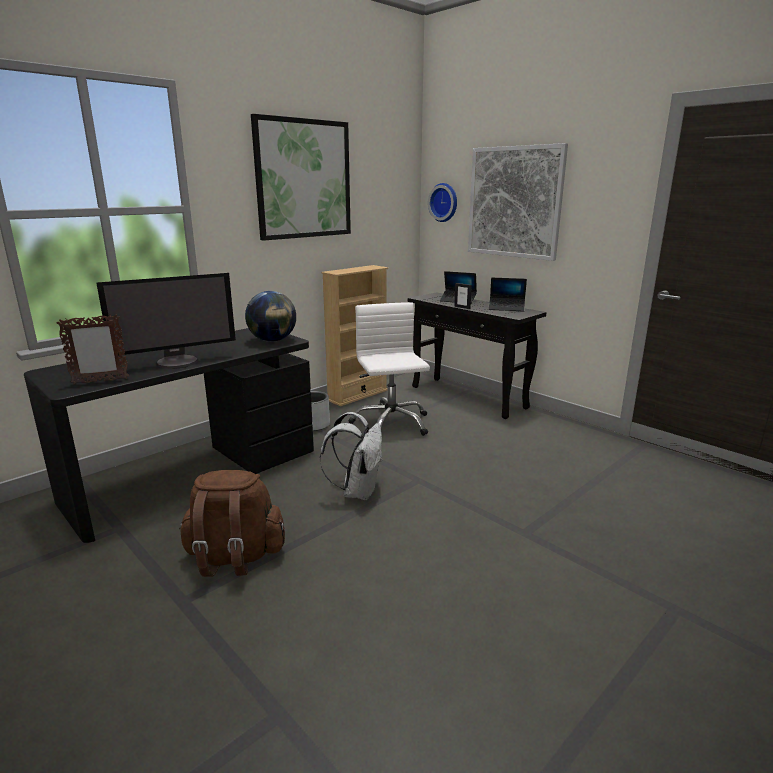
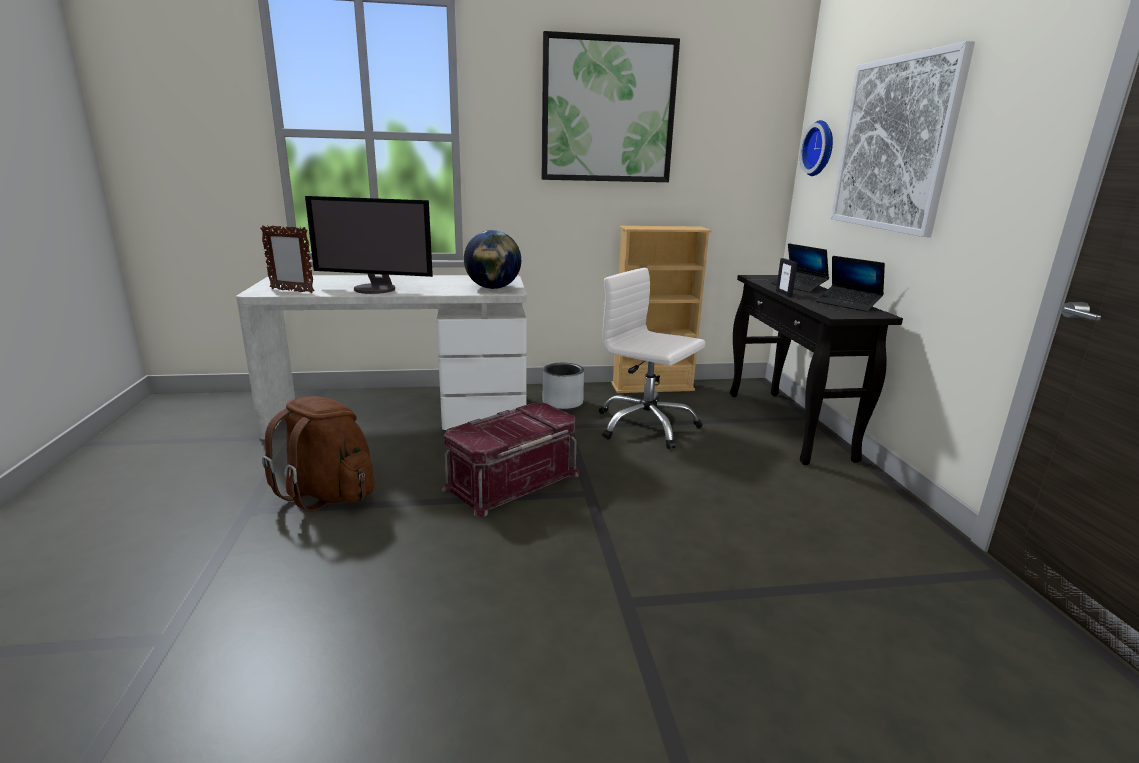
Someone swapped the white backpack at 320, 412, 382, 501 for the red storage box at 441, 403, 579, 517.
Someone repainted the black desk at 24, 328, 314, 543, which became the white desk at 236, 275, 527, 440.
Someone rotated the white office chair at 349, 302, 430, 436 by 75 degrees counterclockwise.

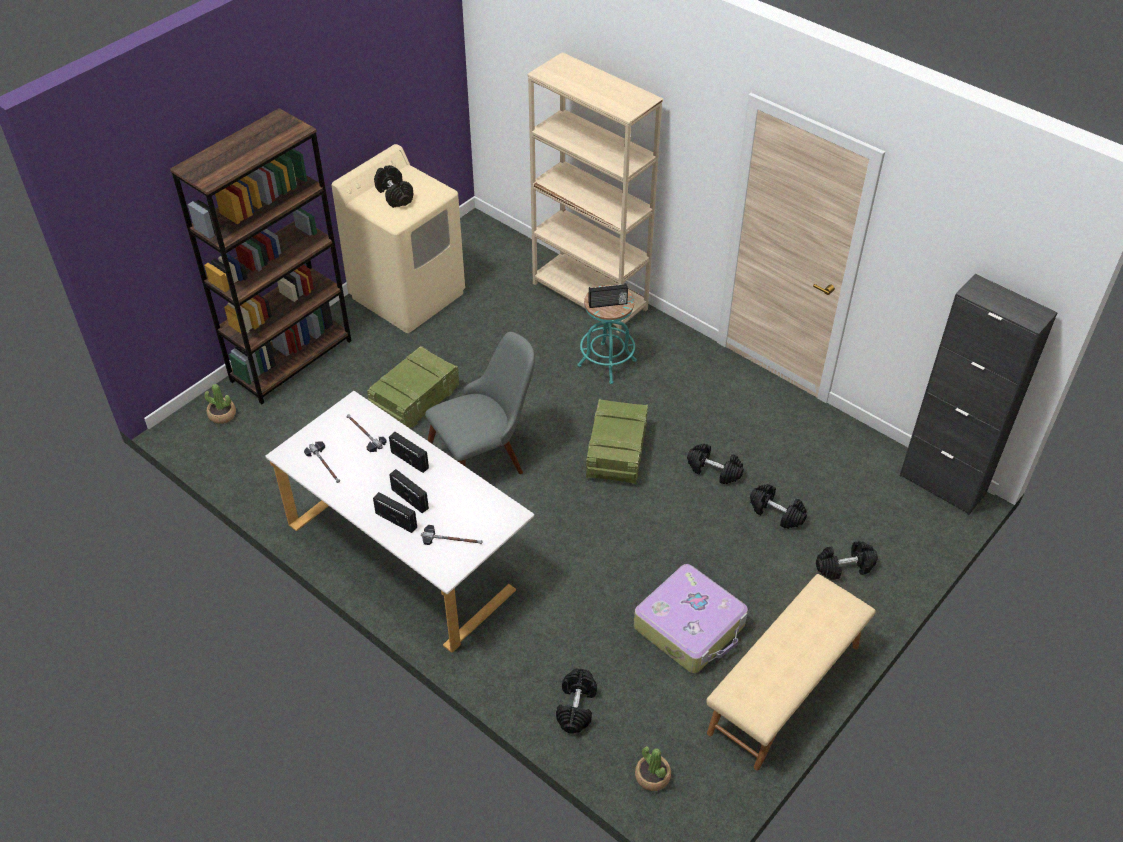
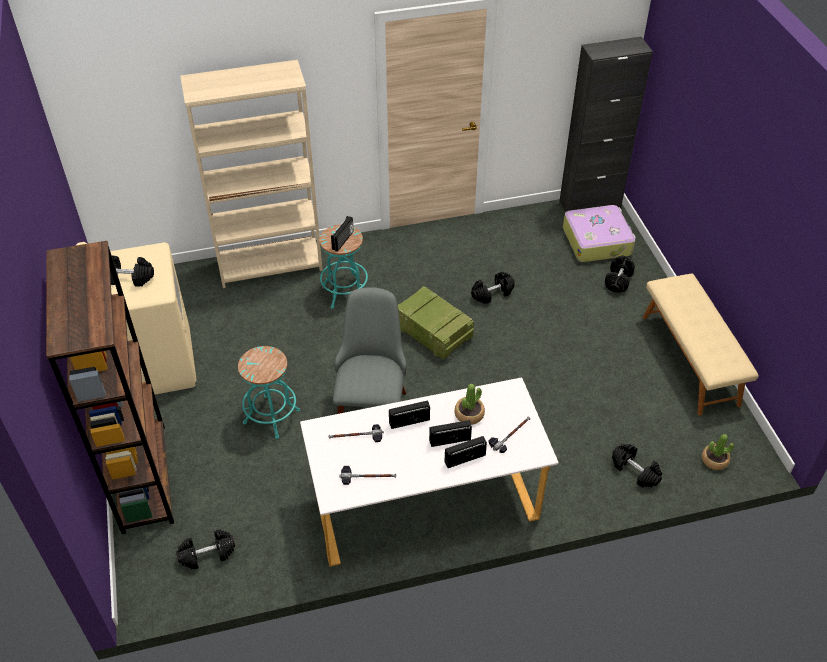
Someone carried the potted plant from 204, 384, 236, 424 to 455, 384, 485, 425.
Someone carried the suitcase from 634, 564, 748, 673 to 563, 205, 636, 262.
Someone carried the black dumbbell from 750, 484, 807, 529 to 176, 529, 235, 570.
Someone swapped the crate at 367, 346, 459, 428 for the turquoise stool at 238, 346, 300, 439.

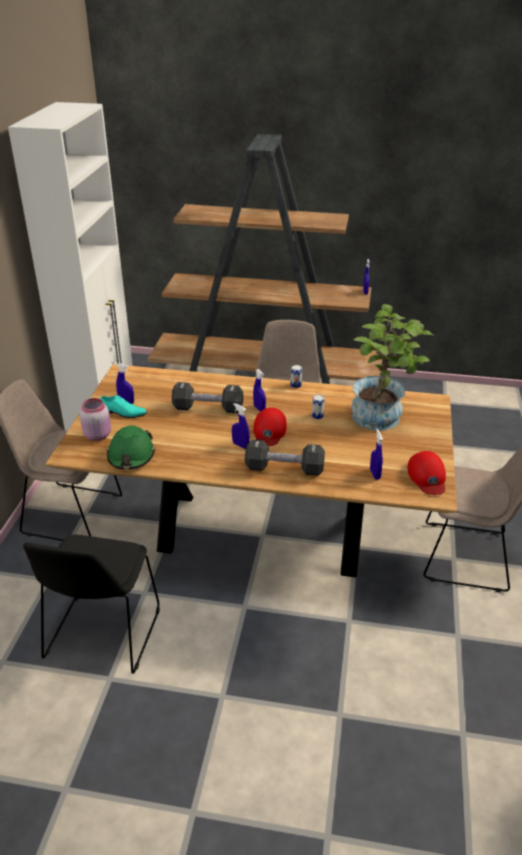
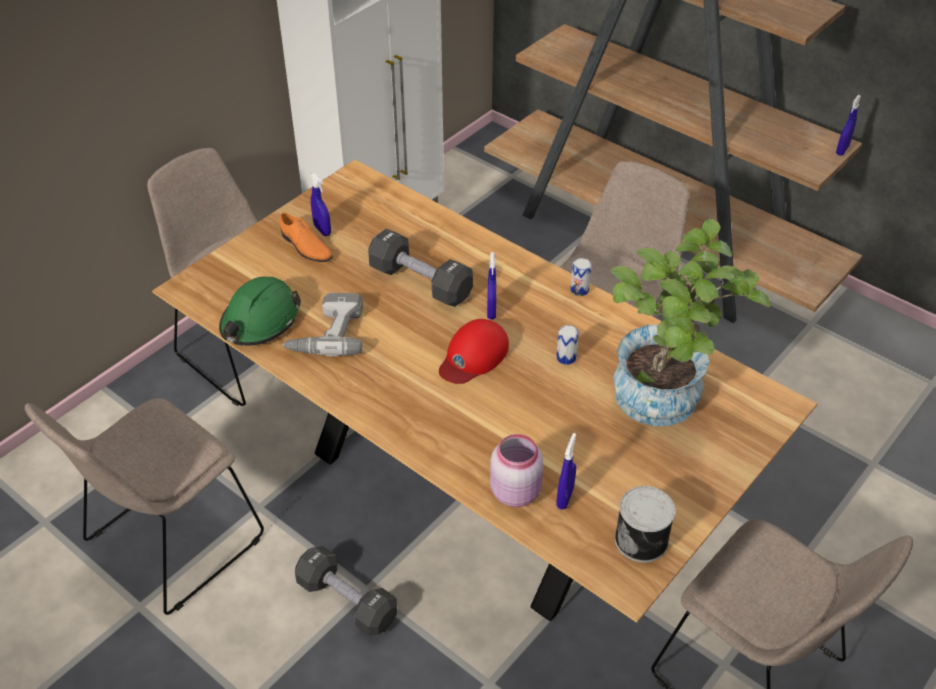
Someone took away the blue spray bottle at 232, 403, 250, 449.
Someone put down the power drill at 282, 293, 363, 357.
Someone carried the pink jar from 79, 398, 111, 441 to 490, 434, 544, 507.
Someone carried the black dumbbell from 245, 440, 325, 476 to 295, 546, 397, 636.
Someone swapped the red cap at 407, 451, 446, 495 for the can at 615, 486, 675, 563.
Someone repainted the black chair at 23, 535, 160, 674, which became the beige chair at 25, 398, 264, 615.
Someone repainted the turquoise shoe at 101, 395, 147, 418, which became the orange shoe at 279, 213, 333, 262.

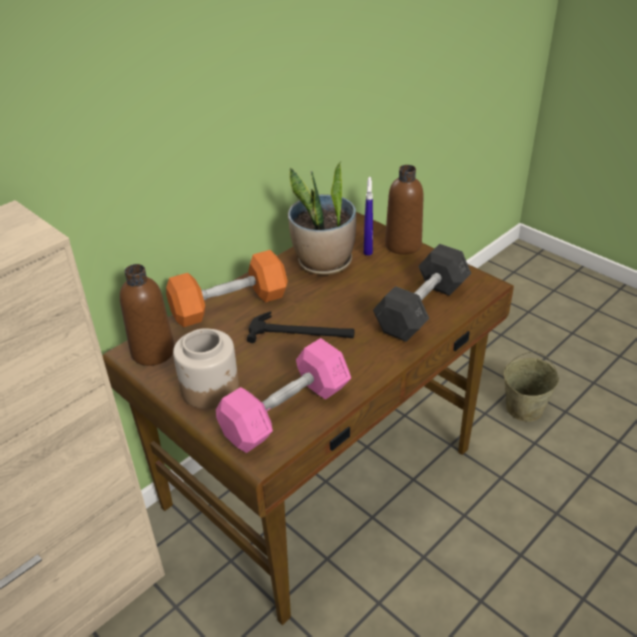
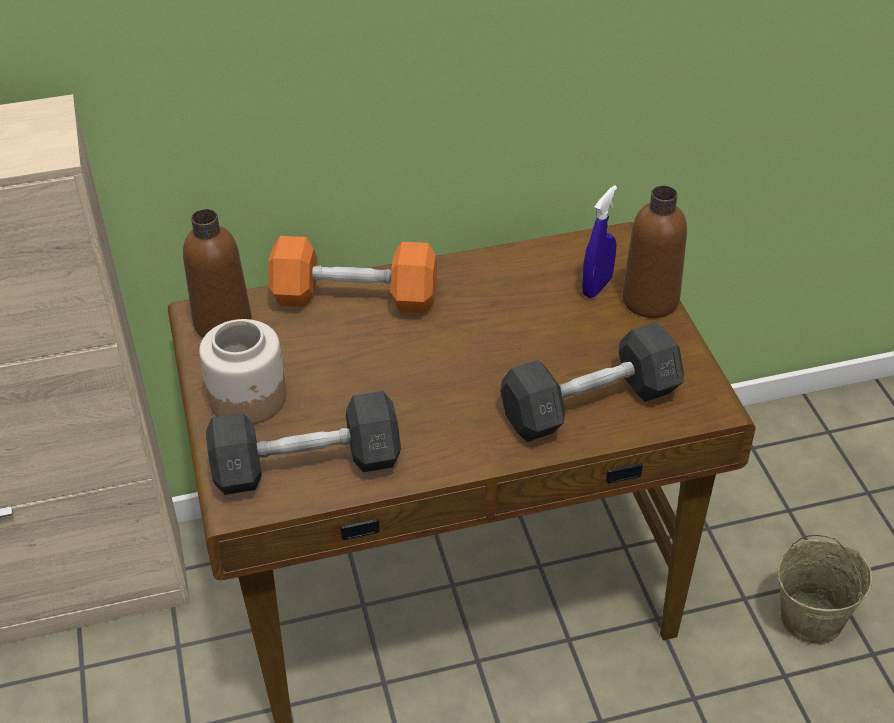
Someone took away the hammer at 247, 312, 355, 343.
Someone took away the potted plant at 288, 161, 356, 275.
Someone repainted the pink dumbbell at 216, 338, 351, 453, which became the grey dumbbell at 206, 391, 401, 495.

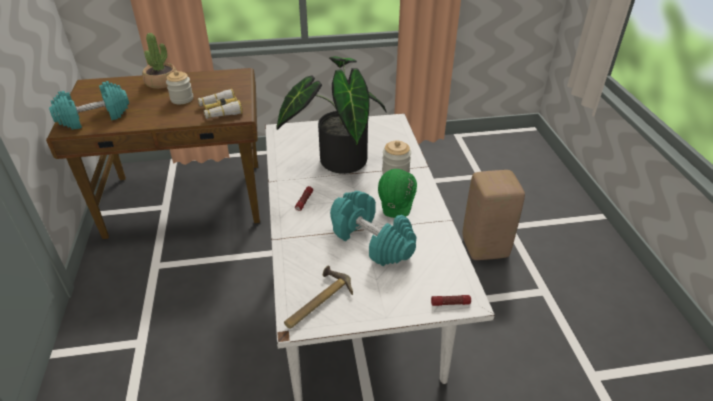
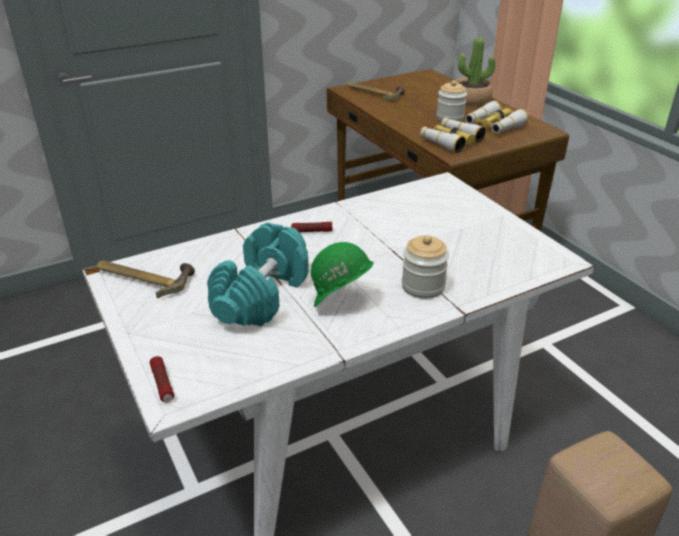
Someone took away the potted plant at 276, 56, 387, 174.
Someone put down the binoculars at 465, 101, 528, 133.
Someone swapped the turquoise dumbbell at 49, 81, 129, 130 for the hammer at 348, 82, 405, 100.

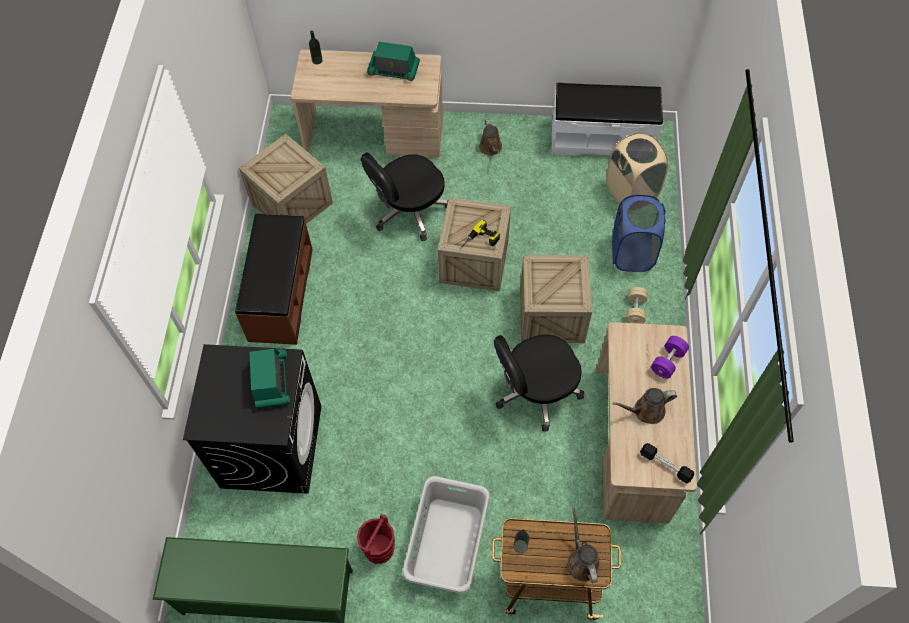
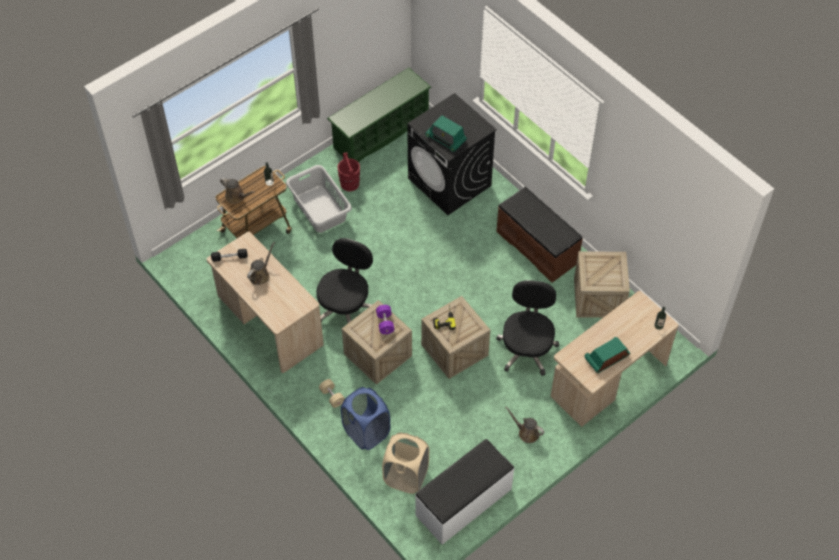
Someone carried the purple dumbbell from 651, 336, 689, 378 to 376, 305, 394, 334.

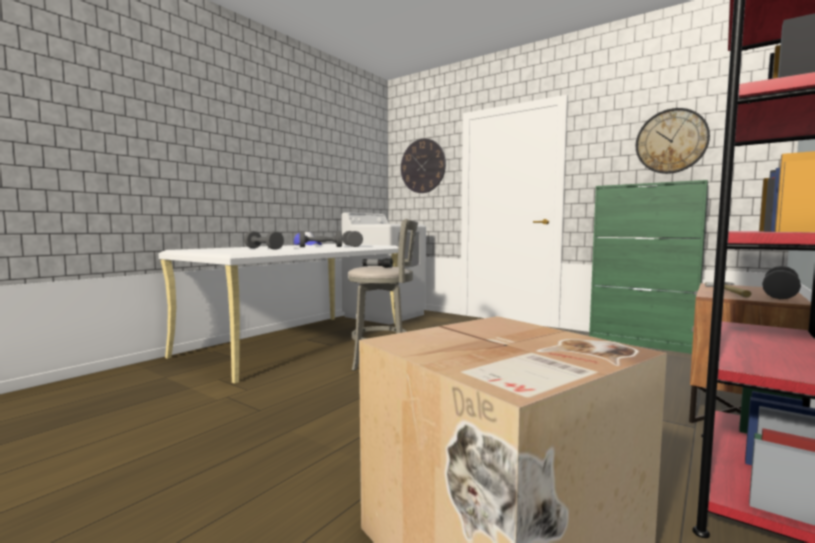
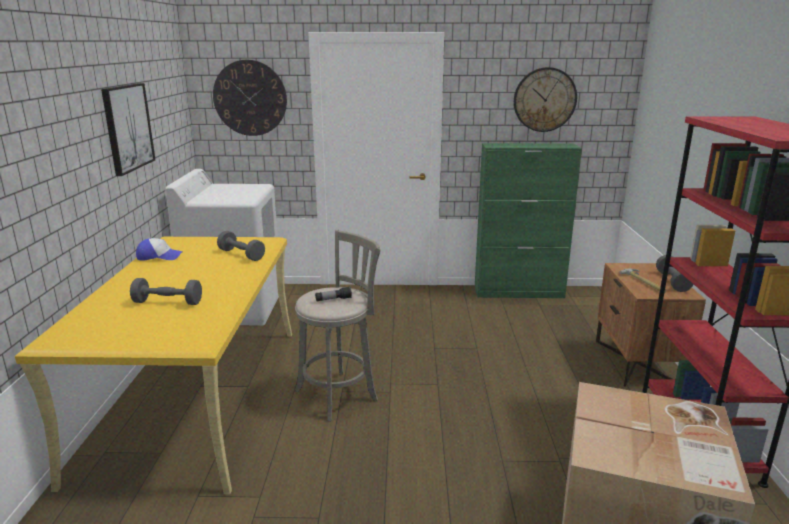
Someone took away the grey dumbbell at 299, 231, 342, 247.
Someone put up the picture at 101, 83, 155, 176.
Someone repainted the white desk at 159, 244, 398, 384, which became the yellow desk at 15, 237, 292, 494.

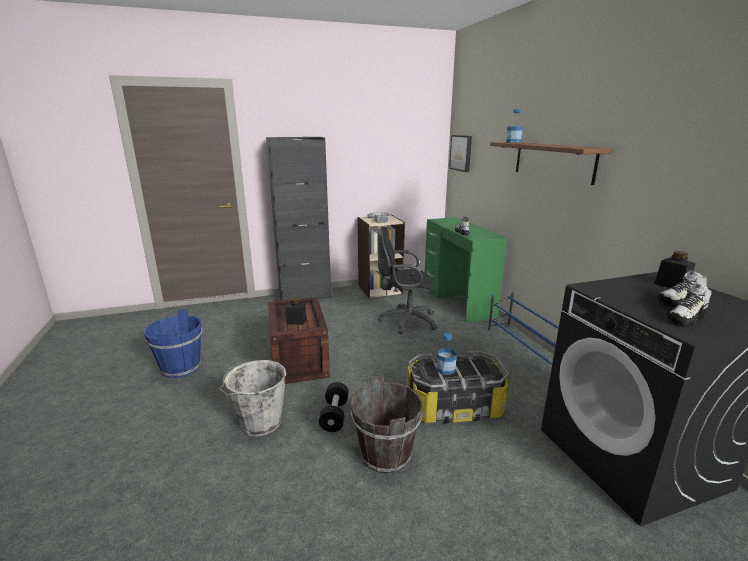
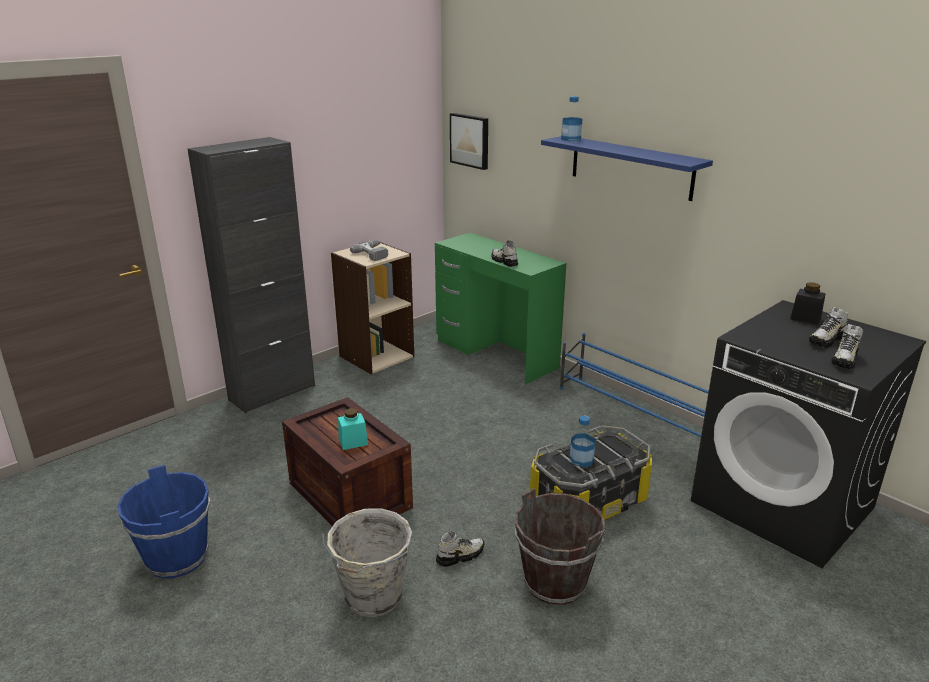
Someone took away the black office chair at 378, 226, 437, 334.
Someone swapped the black dumbbell at 319, 382, 348, 432 for the shoe at 436, 531, 485, 567.
Someone repainted the black jar at 286, 297, 307, 325, which became the turquoise jar at 338, 408, 368, 450.
Someone repainted the brown shelf at 490, 142, 612, 185, which became the blue shelf at 541, 136, 713, 201.

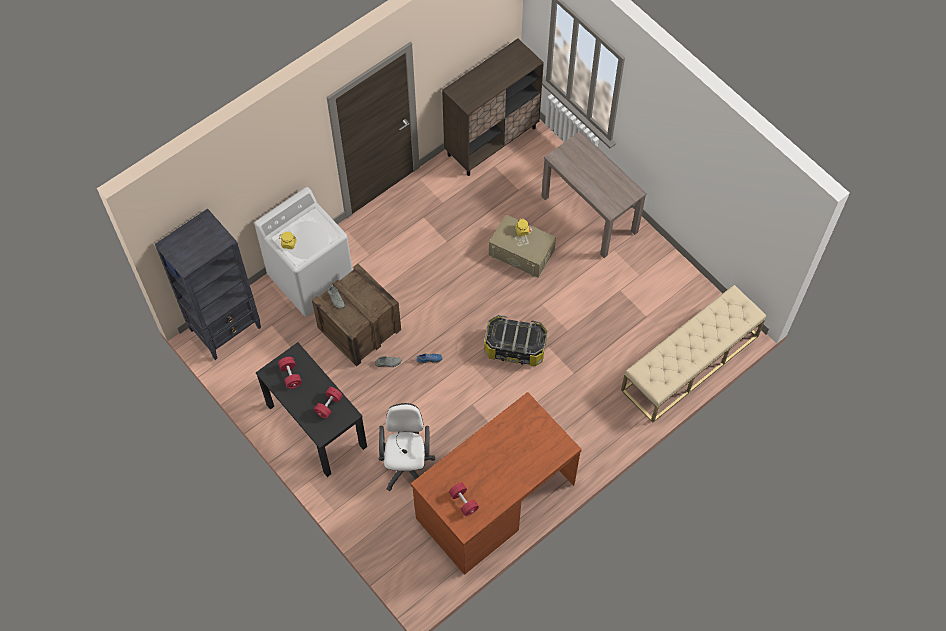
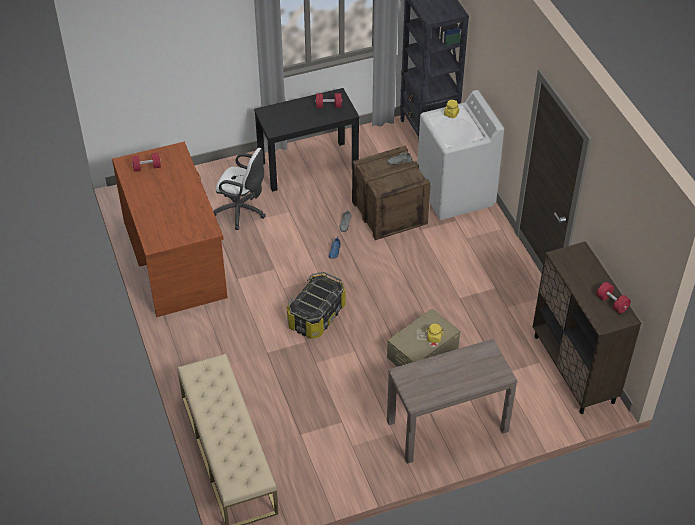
Someone carried the red dumbbell from 314, 387, 343, 419 to 596, 282, 631, 314.

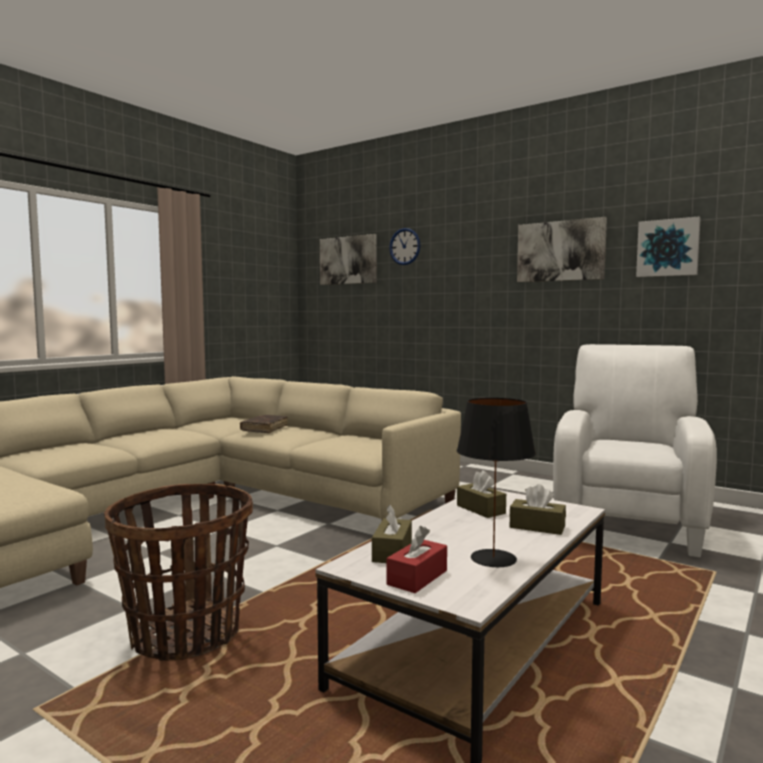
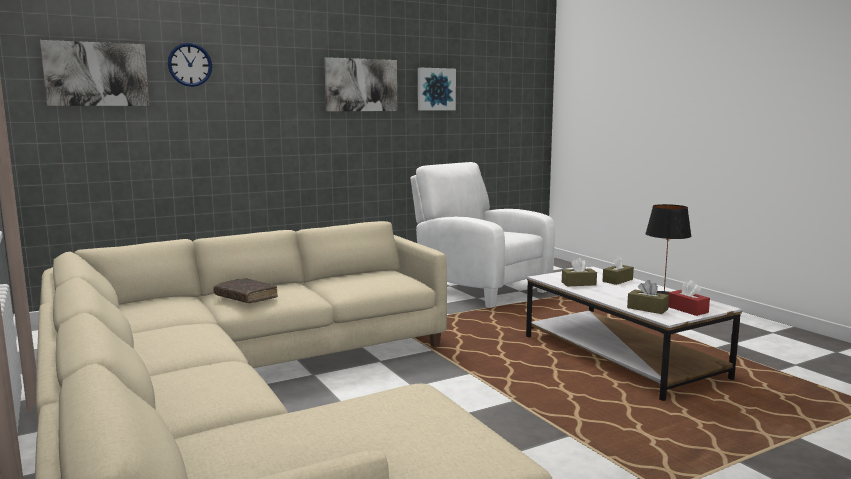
Someone took away the basket at 104, 484, 253, 661.

